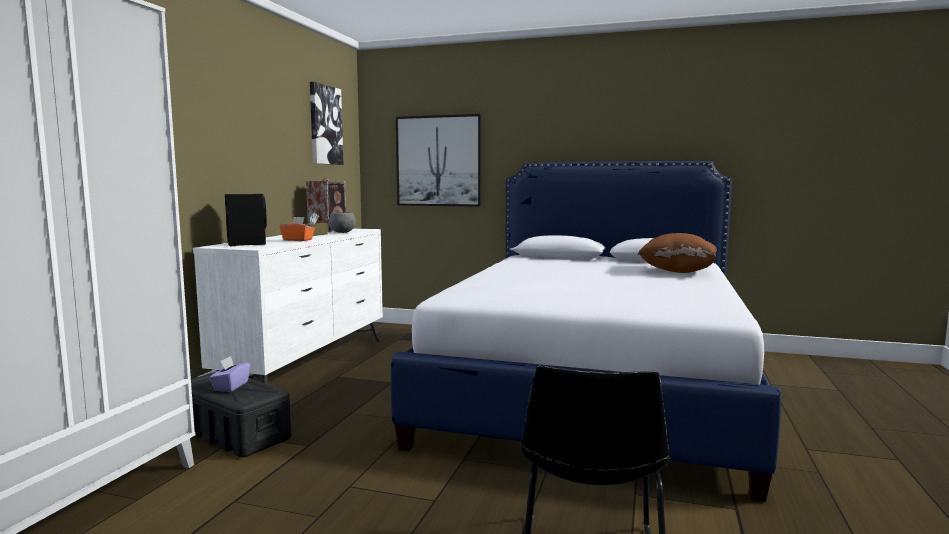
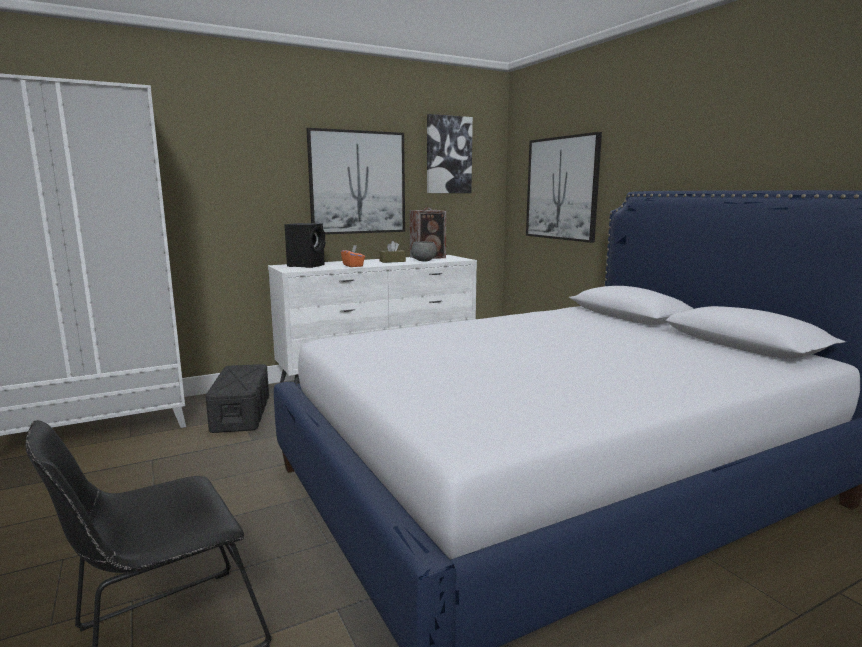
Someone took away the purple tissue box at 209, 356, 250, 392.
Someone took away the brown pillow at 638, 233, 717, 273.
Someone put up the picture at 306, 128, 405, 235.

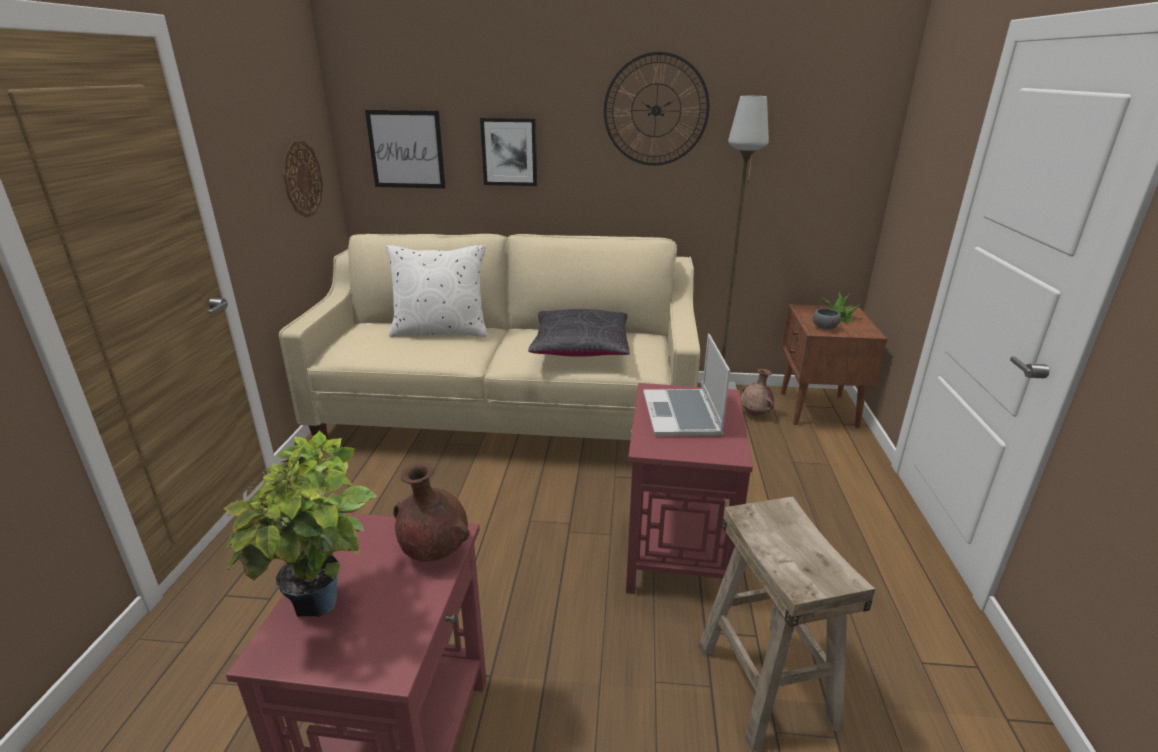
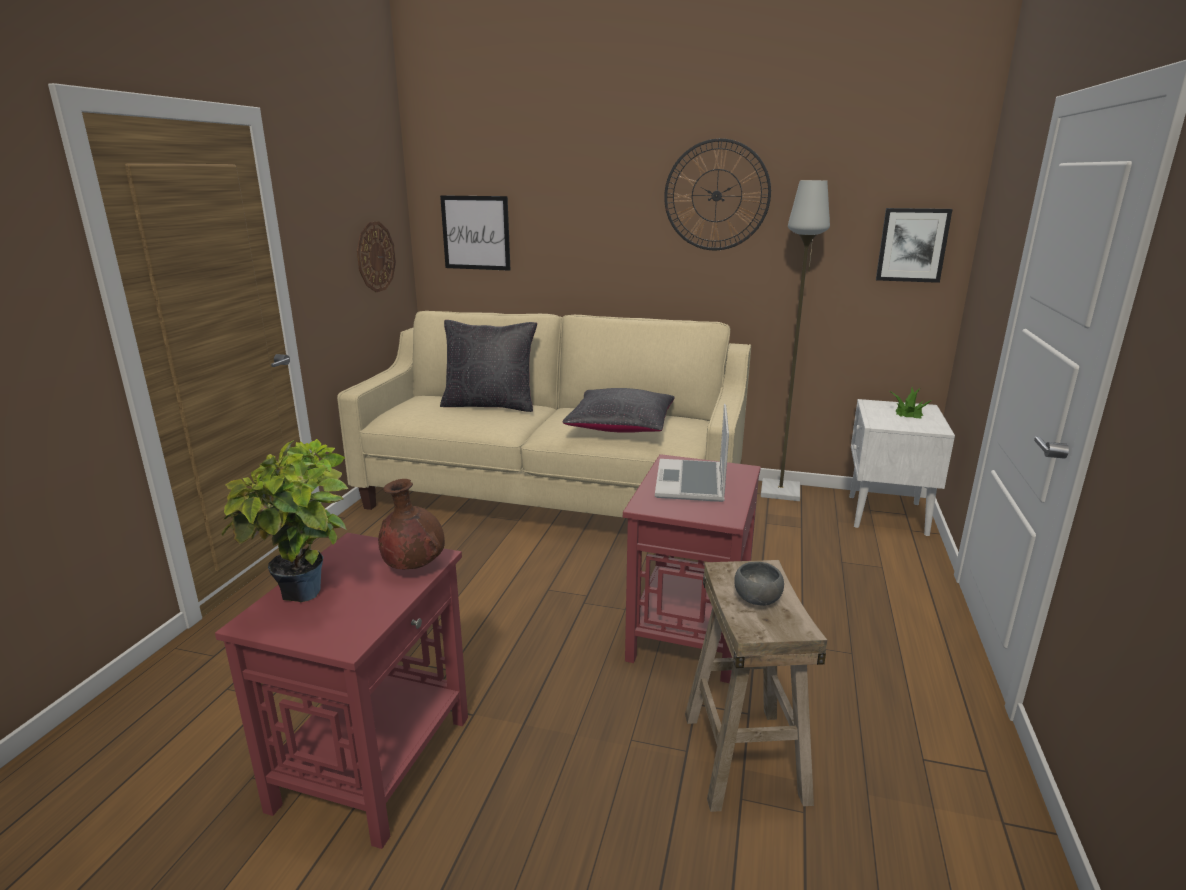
Someone took away the brown vase at 741, 369, 774, 416.
Someone carried the picture from 480, 118, 537, 186 to 876, 208, 953, 283.
Someone carried the grey bowl from 813, 308, 841, 330 to 734, 562, 784, 606.
Someone repainted the white pillow at 386, 245, 487, 337, which became the black pillow at 440, 320, 537, 412.
Someone repainted the brown nightstand at 780, 304, 887, 428, which became the white nightstand at 849, 399, 955, 536.

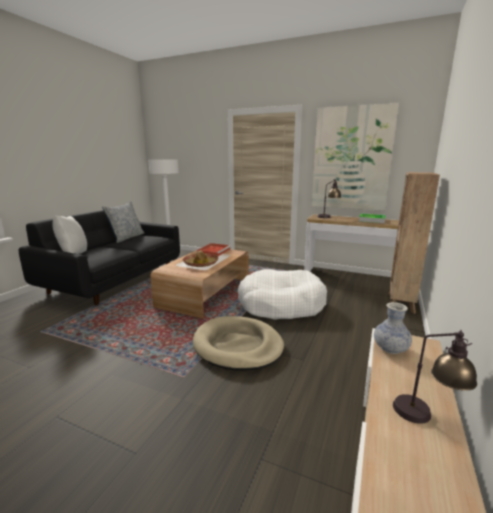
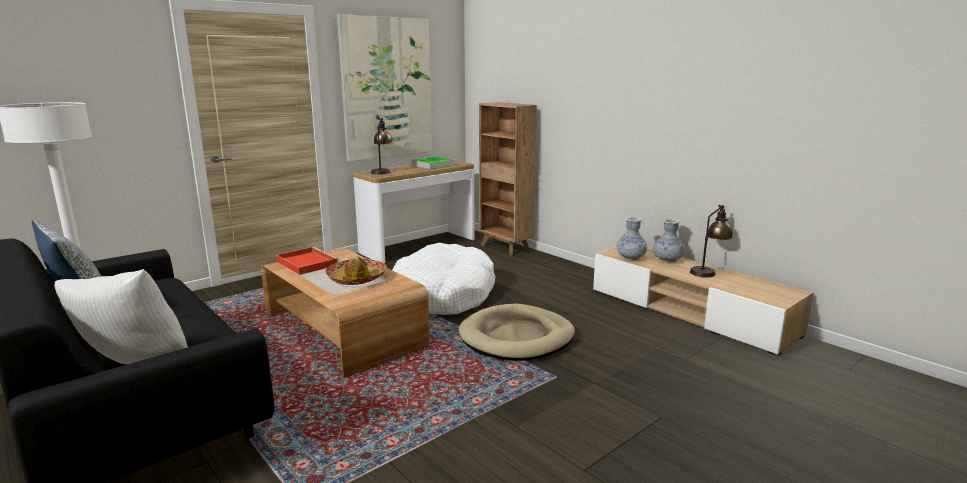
Someone put down the vase at 653, 219, 685, 262.

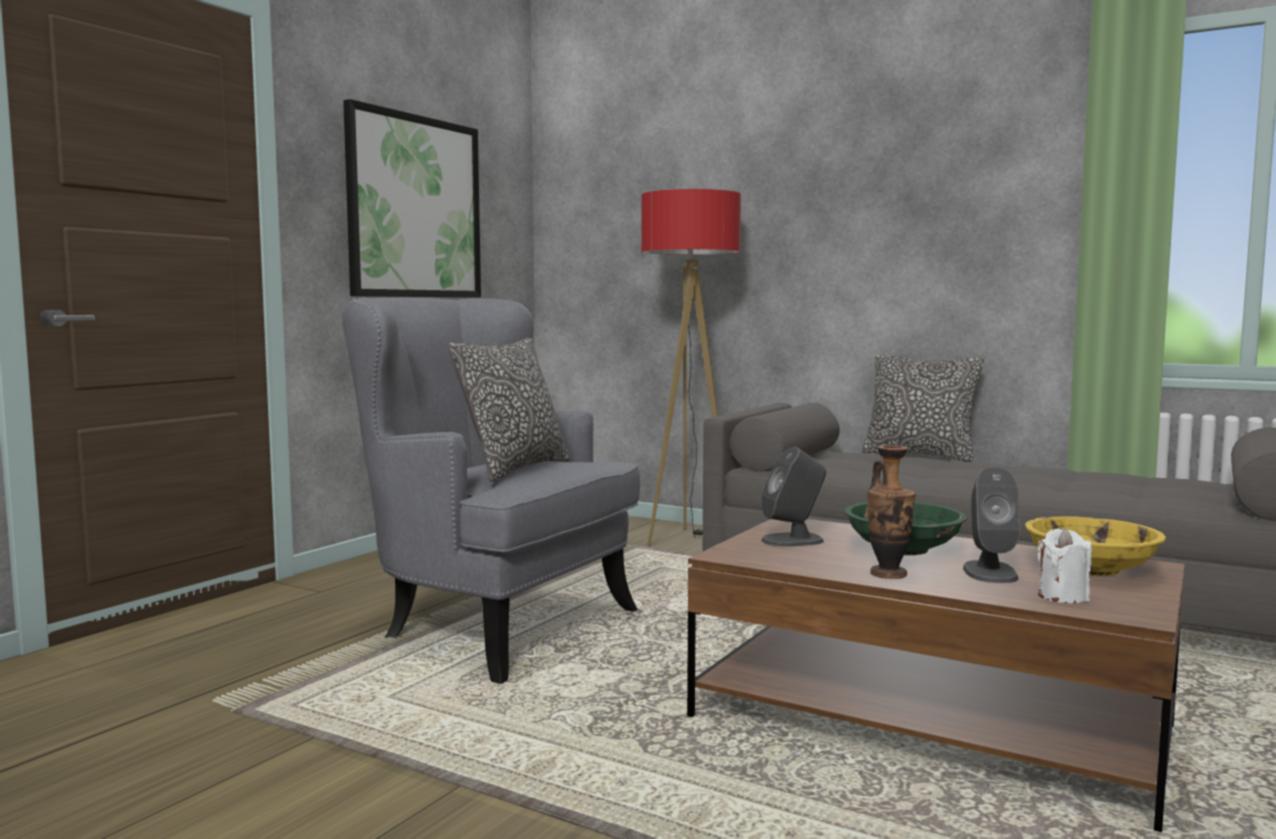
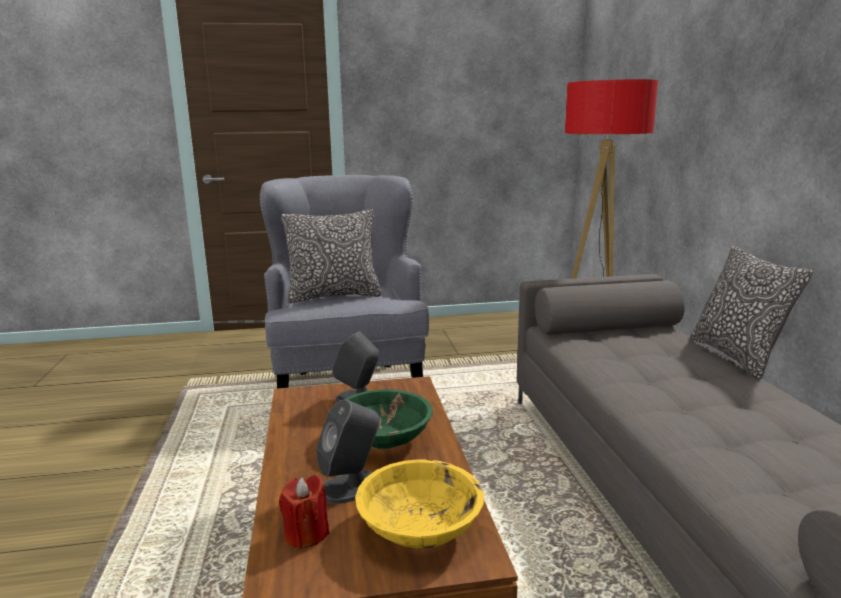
Someone took away the picture at 343, 99, 481, 297.
Someone took away the vase at 867, 445, 916, 579.
Someone repainted the white candle at 1038, 528, 1092, 603, which became the red candle at 279, 475, 329, 550.

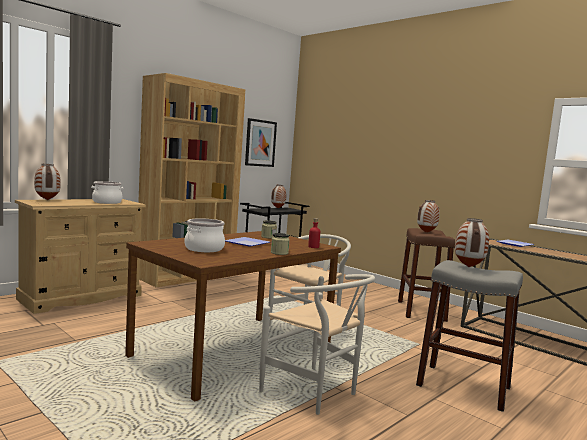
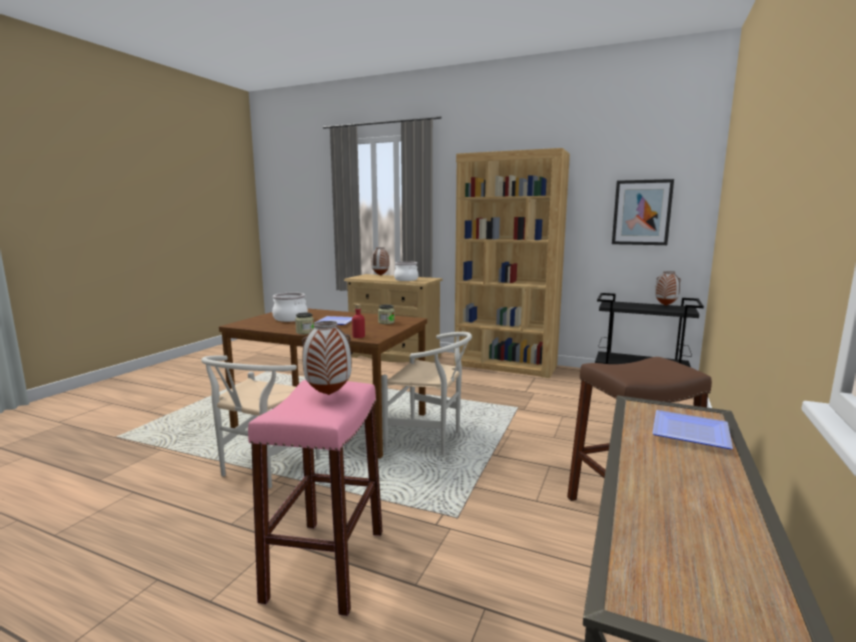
Someone took away the vase at 417, 200, 440, 233.
Someone repainted the grey stool at 416, 260, 523, 412, which became the pink stool at 248, 380, 383, 616.

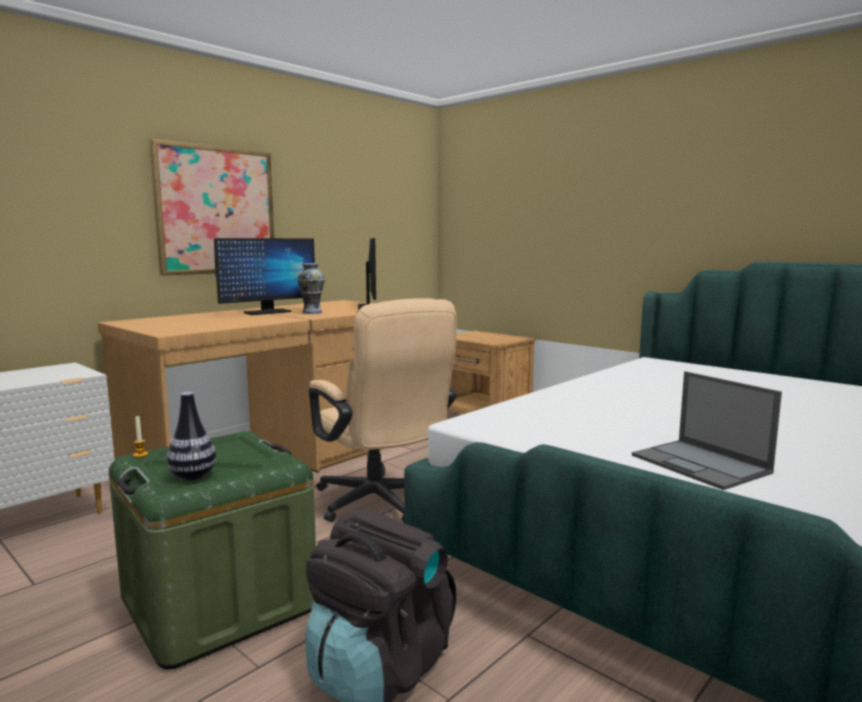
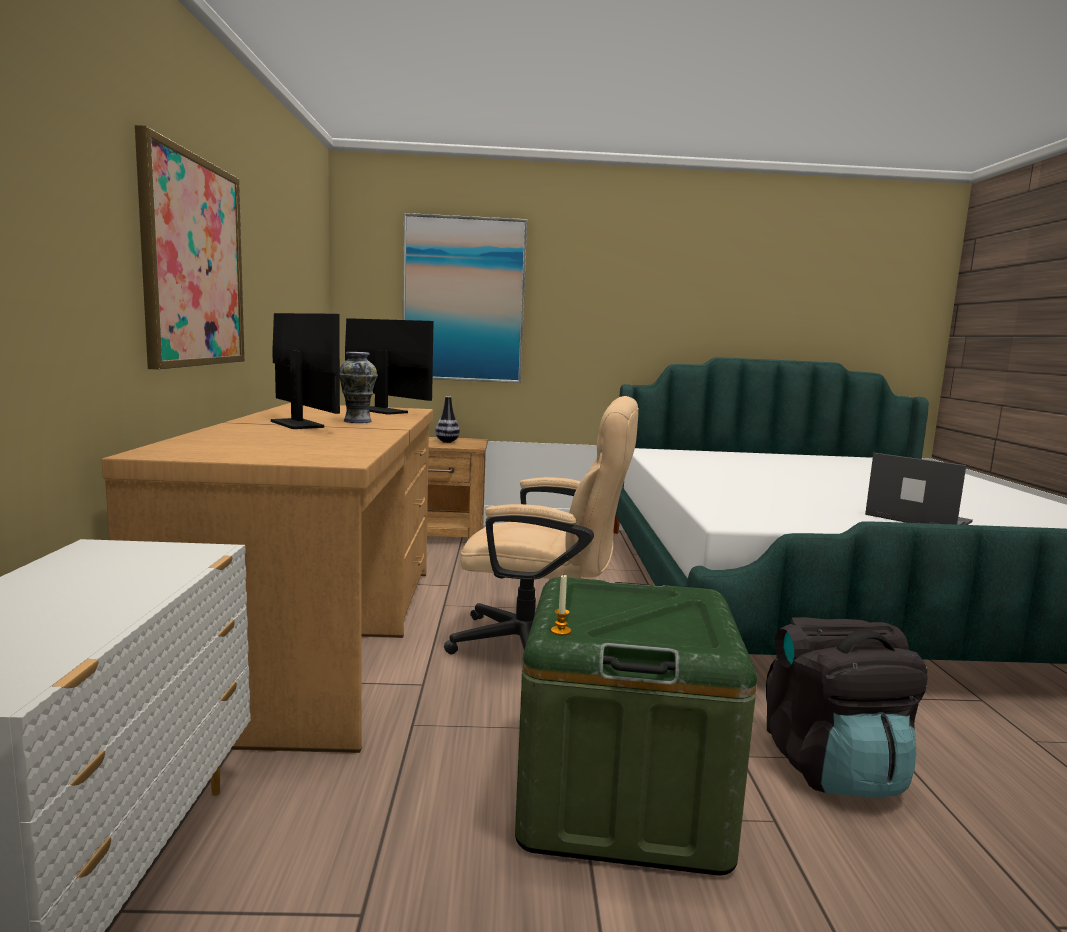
Someone put up the picture at 403, 213, 527, 383.
Someone carried the vase from 167, 392, 217, 480 to 435, 396, 460, 443.
Someone rotated the monitor at 214, 238, 315, 315 by 45 degrees counterclockwise.
Someone rotated the laptop at 632, 371, 782, 490 by 150 degrees counterclockwise.

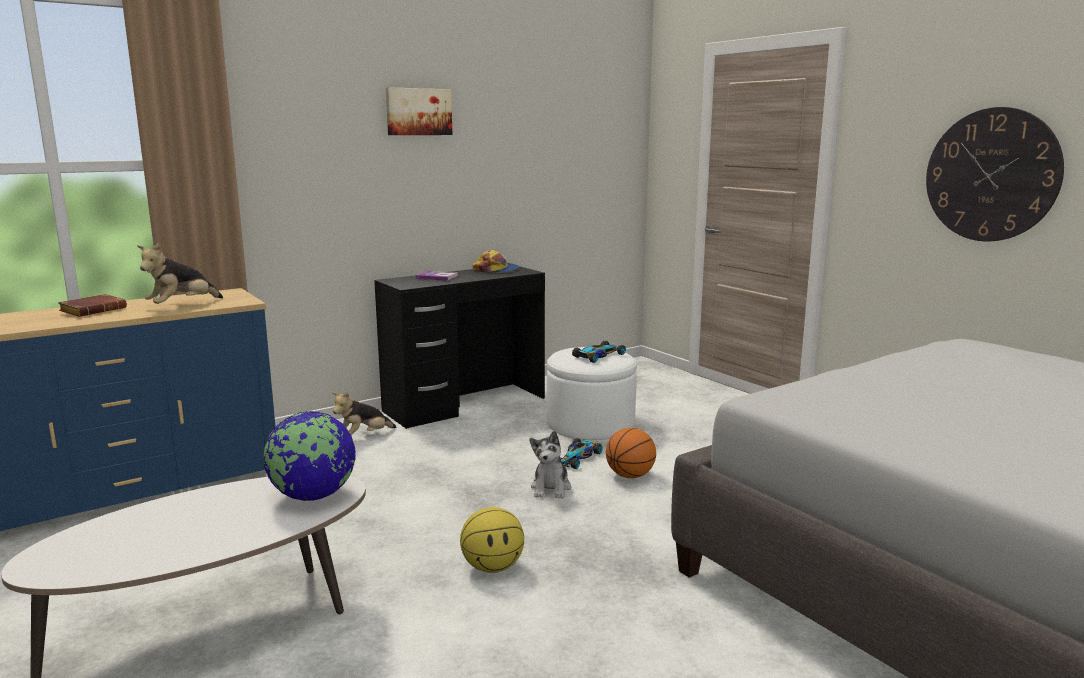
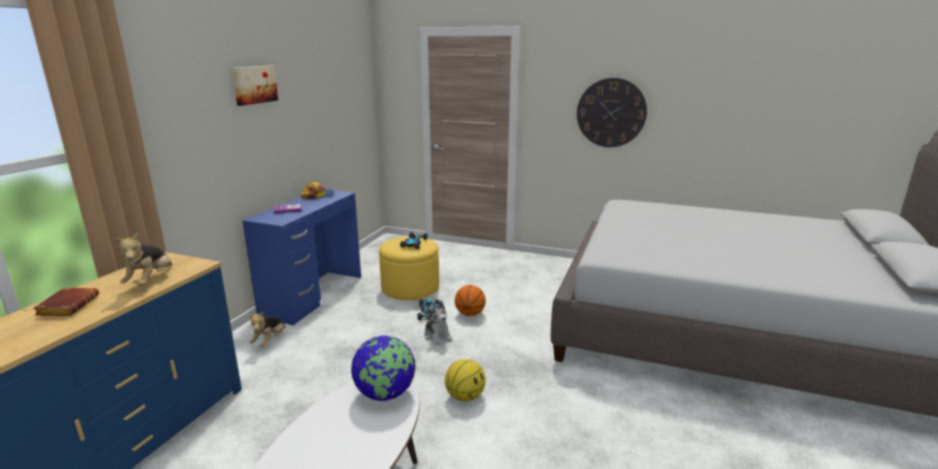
Someone repainted the black desk at 374, 266, 545, 429, which became the blue desk at 242, 190, 361, 326.
Someone repainted the white ottoman at 547, 347, 637, 440, which became the yellow ottoman at 379, 236, 439, 300.

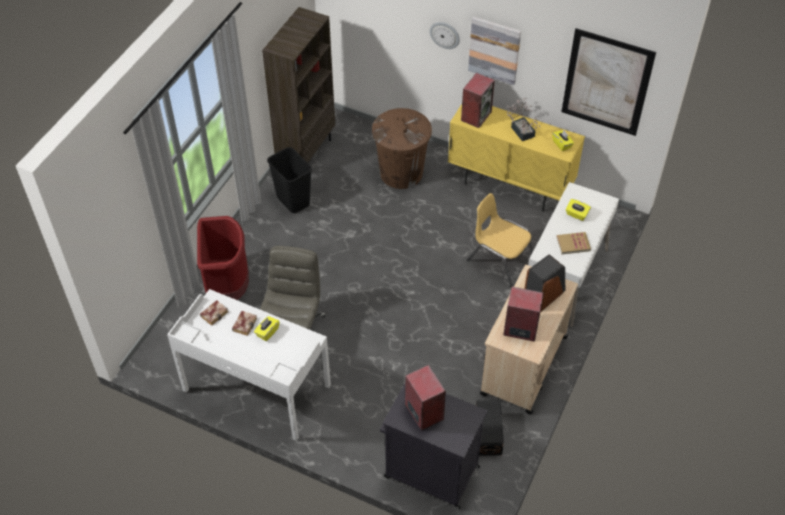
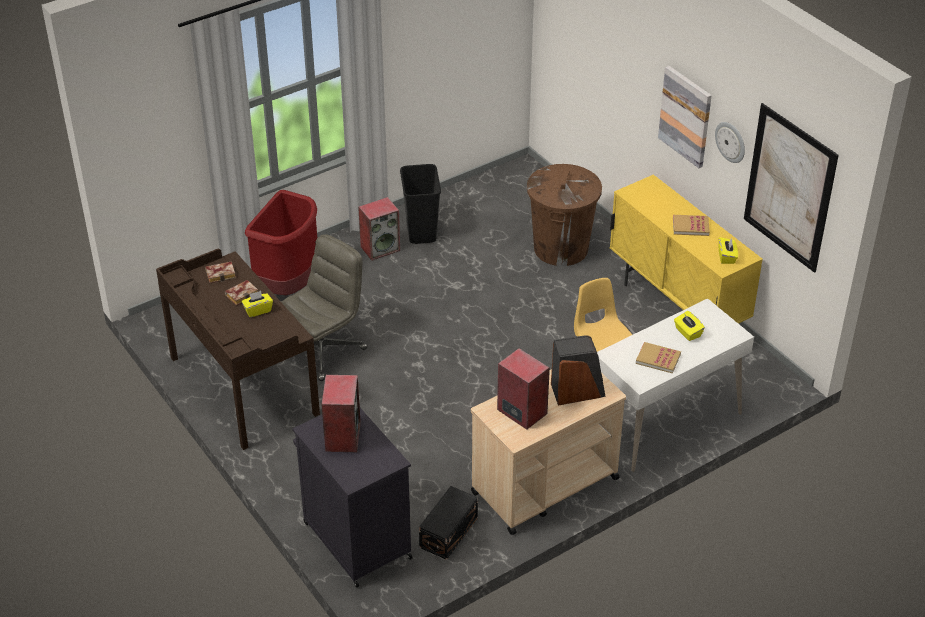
Someone took away the brown bookcase at 262, 7, 335, 163.
Someone carried the wall clock from 430, 22, 460, 49 to 715, 122, 745, 163.
Someone carried the speaker from 461, 73, 495, 128 to 358, 197, 400, 261.
Someone swapped the potted plant at 507, 98, 540, 141 for the book at 673, 215, 710, 236.
Someone repainted the white desk at 167, 289, 331, 441, which became the brown desk at 156, 249, 320, 450.

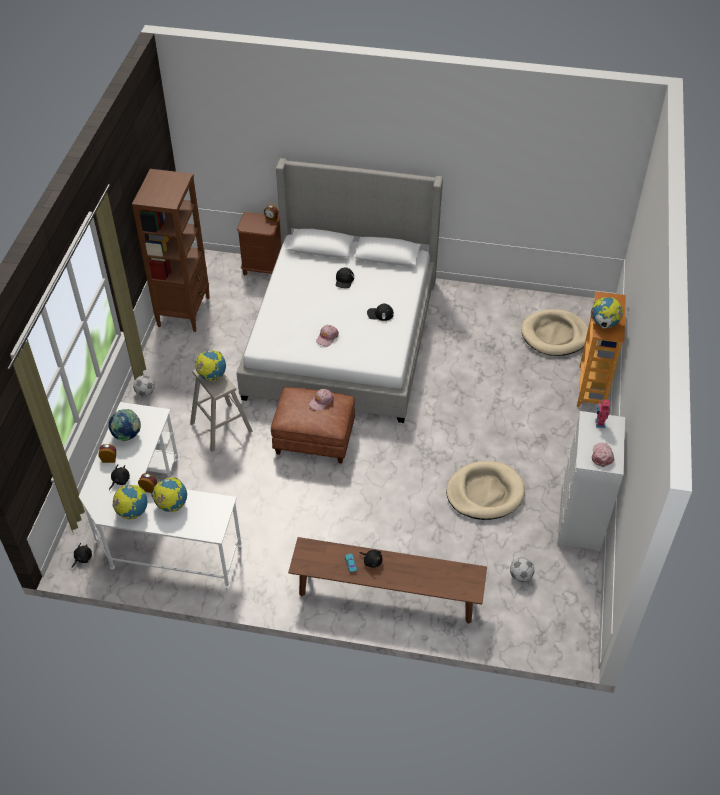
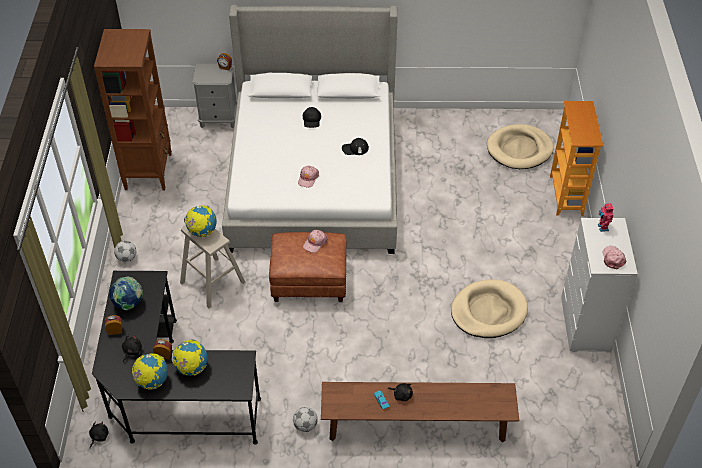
Someone took away the globe at 591, 297, 623, 329.
Someone carried the football from 510, 558, 534, 582 to 293, 407, 318, 432.
Someone repainted the white desk at 78, 402, 242, 588, which became the black desk at 92, 271, 261, 445.
Someone repainted the brown nightstand at 237, 212, 281, 275, which became the grey nightstand at 192, 64, 237, 128.

